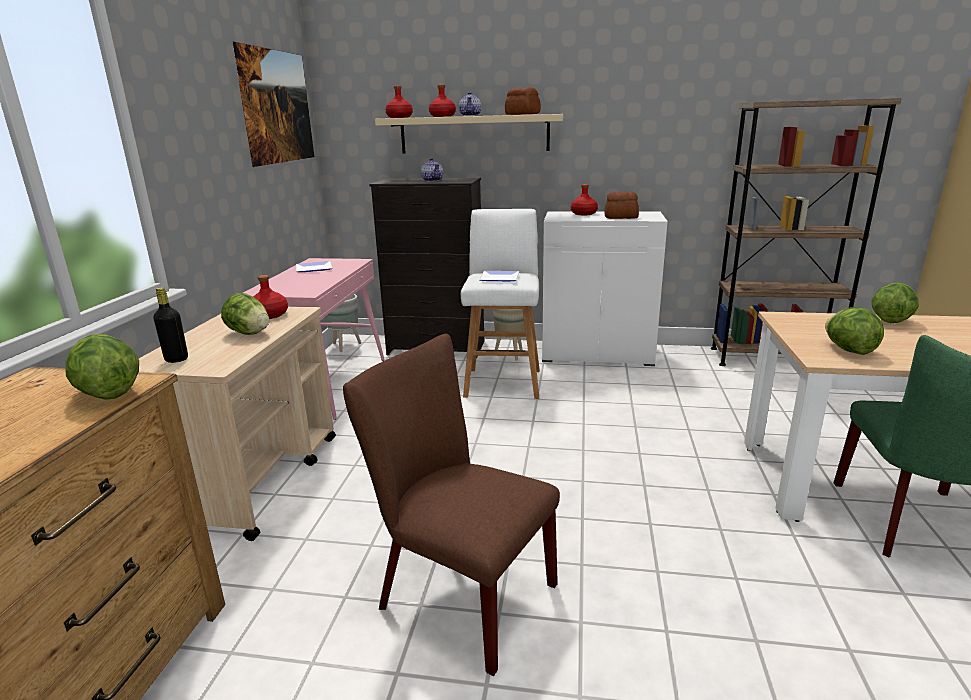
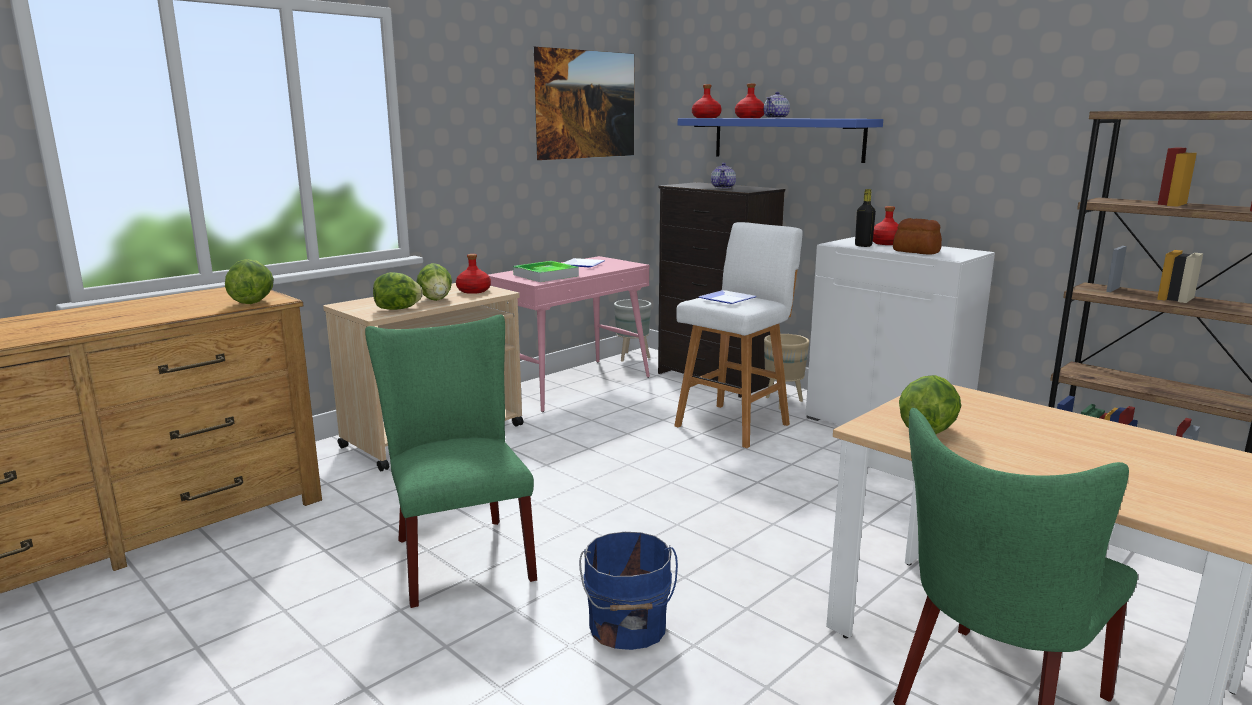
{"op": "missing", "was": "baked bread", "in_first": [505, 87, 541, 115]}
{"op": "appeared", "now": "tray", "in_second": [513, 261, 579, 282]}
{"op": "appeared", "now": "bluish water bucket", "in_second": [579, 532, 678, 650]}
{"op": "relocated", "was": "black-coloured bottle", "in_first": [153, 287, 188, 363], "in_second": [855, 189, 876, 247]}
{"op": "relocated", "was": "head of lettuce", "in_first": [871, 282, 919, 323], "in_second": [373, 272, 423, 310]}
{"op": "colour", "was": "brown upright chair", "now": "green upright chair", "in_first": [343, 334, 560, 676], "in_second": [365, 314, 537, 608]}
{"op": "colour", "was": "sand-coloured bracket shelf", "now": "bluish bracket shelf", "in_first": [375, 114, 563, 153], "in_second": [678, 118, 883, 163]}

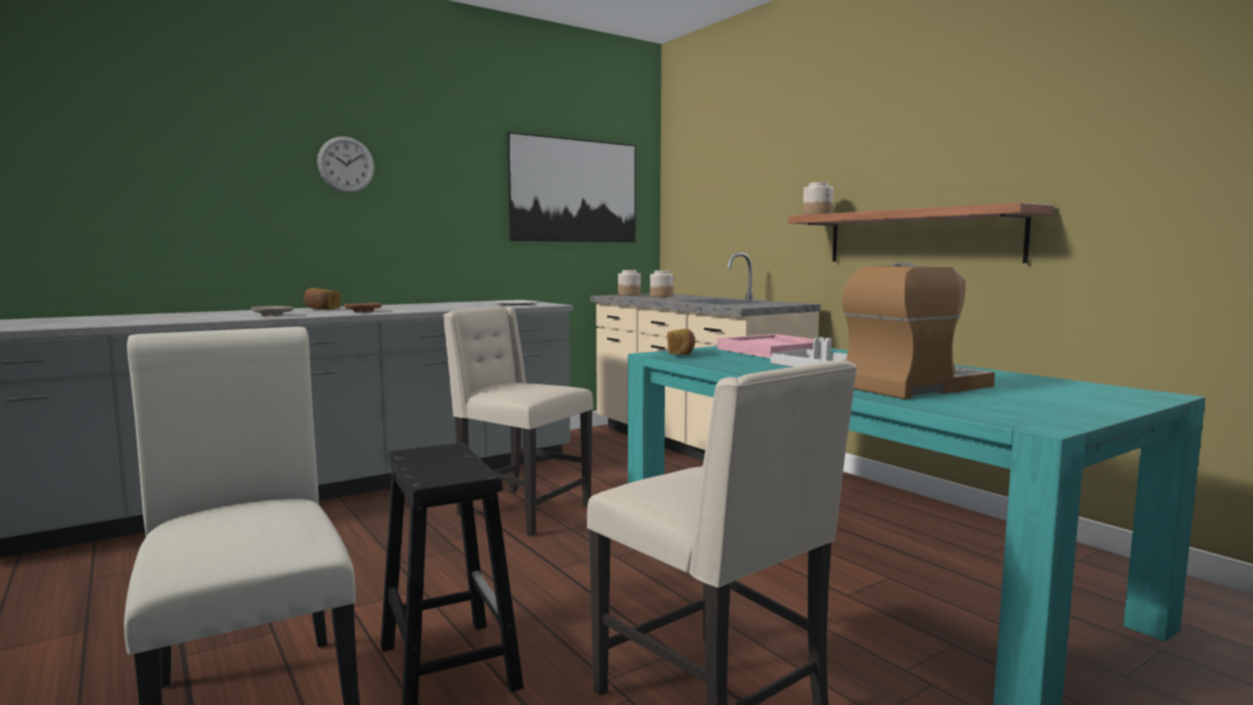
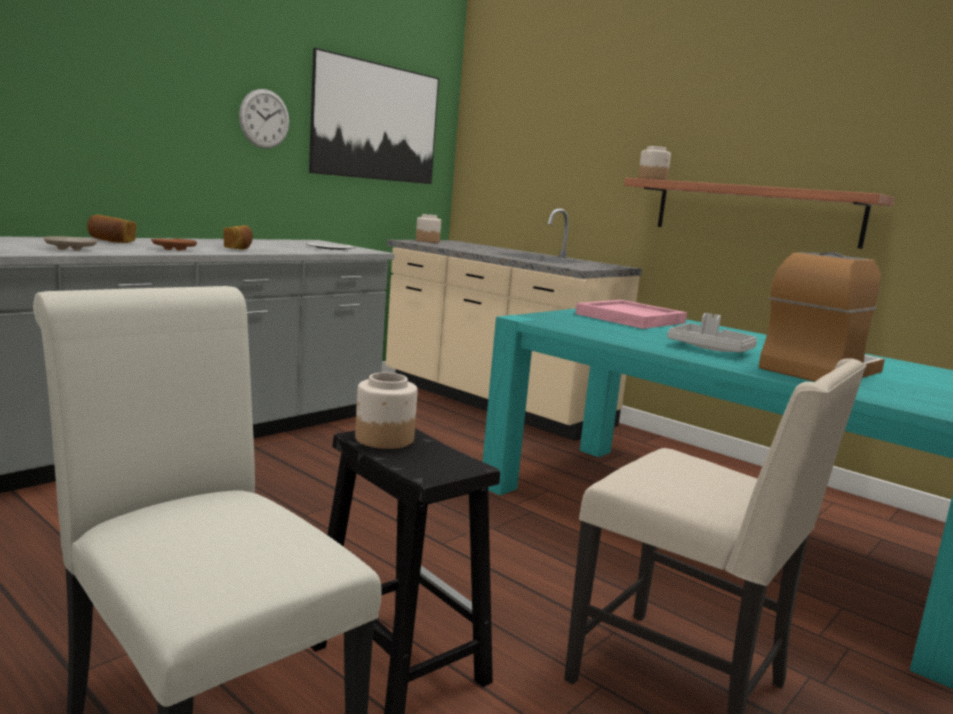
{"op": "missing", "was": "sand-coloured upright chair", "in_first": [443, 307, 593, 536]}
{"op": "relocated", "was": "wall clock", "in_first": [317, 136, 375, 193], "in_second": [239, 89, 289, 149]}
{"op": "relocated", "was": "jar", "in_first": [650, 270, 674, 297], "in_second": [355, 372, 418, 449]}
{"op": "relocated", "was": "baked bread", "in_first": [667, 329, 695, 355], "in_second": [223, 225, 253, 250]}

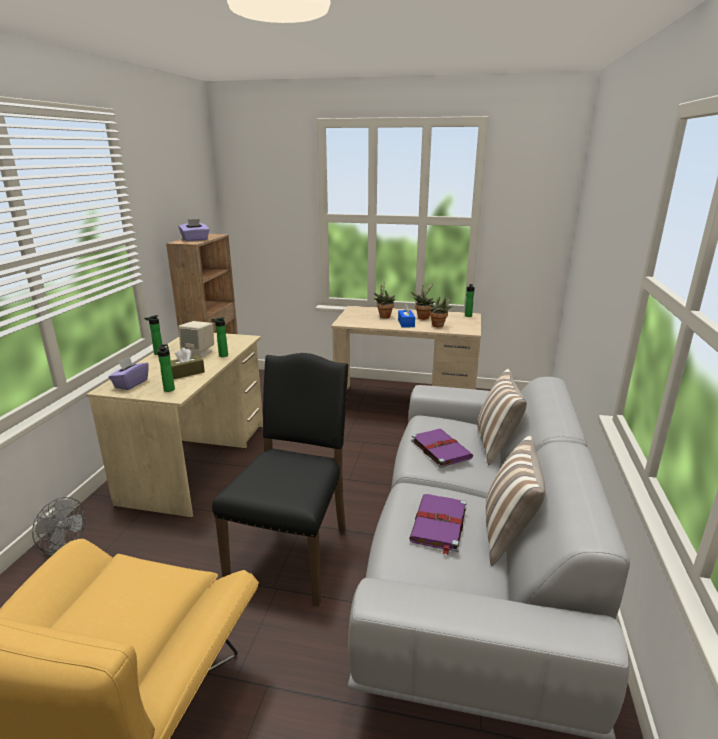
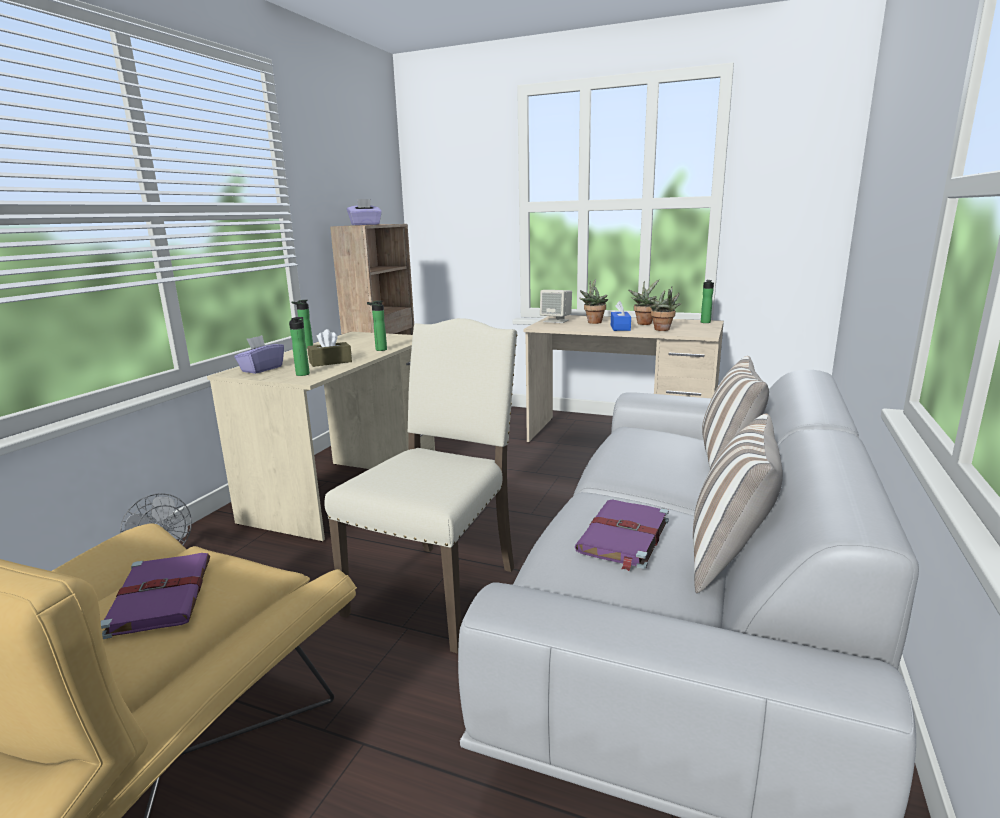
{"op": "relocated", "was": "sand-coloured speaker", "in_first": [178, 321, 214, 357], "in_second": [540, 290, 572, 323]}
{"op": "relocated", "was": "purple volume", "in_first": [411, 429, 473, 468], "in_second": [101, 553, 210, 639]}
{"op": "colour", "was": "black-coloured upright chair", "now": "sand-coloured upright chair", "in_first": [212, 353, 349, 606], "in_second": [324, 318, 517, 654]}

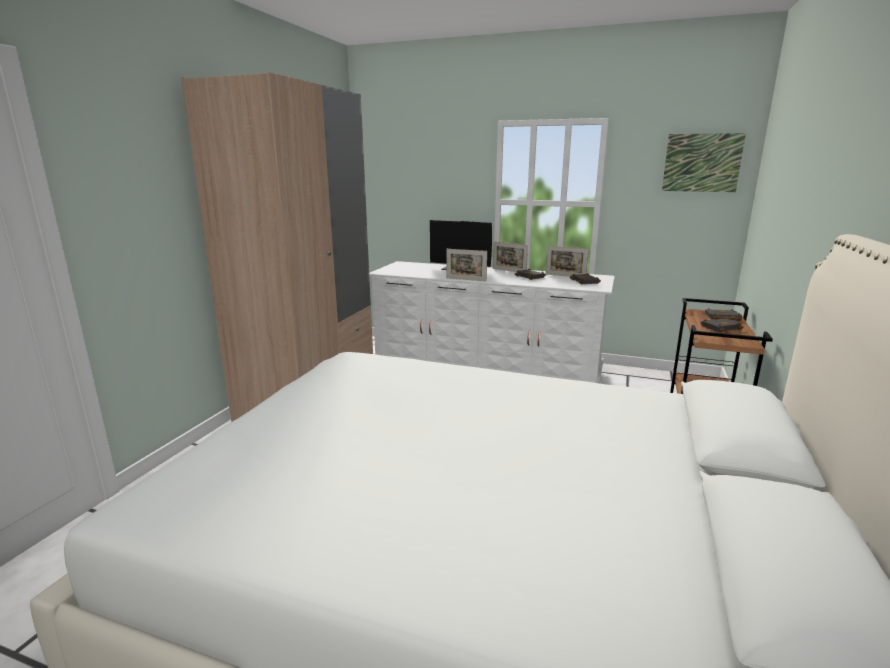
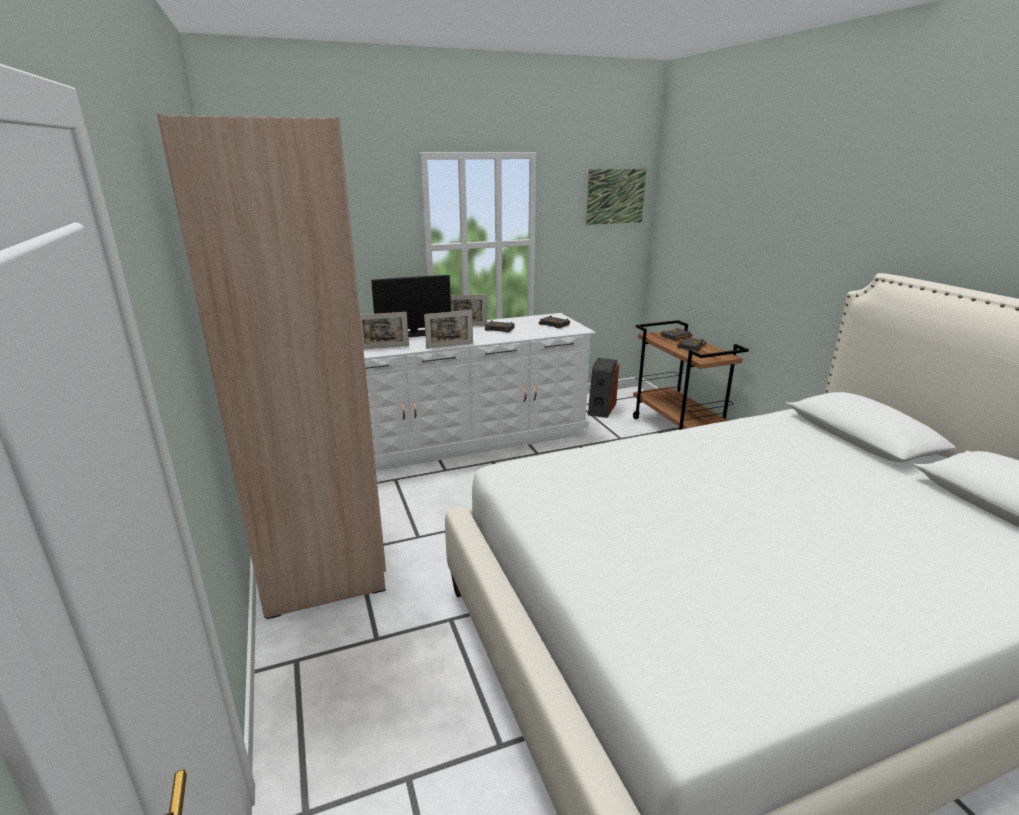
{"op": "appeared", "now": "speaker", "in_second": [588, 358, 619, 418]}
{"op": "relocated", "was": "standing frame", "in_first": [546, 246, 589, 277], "in_second": [360, 312, 409, 349]}

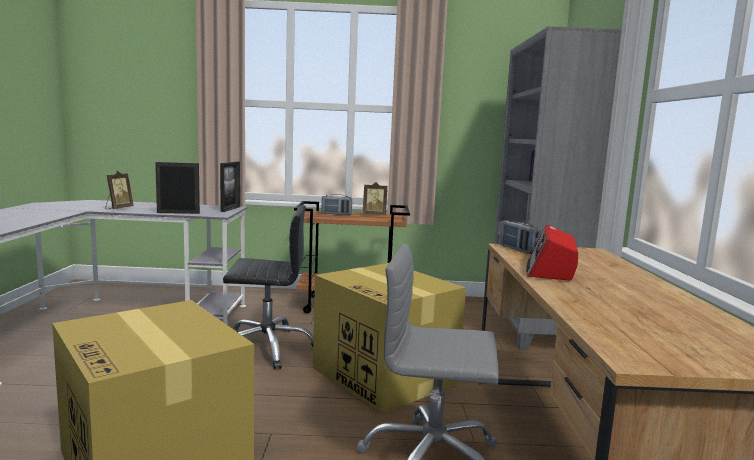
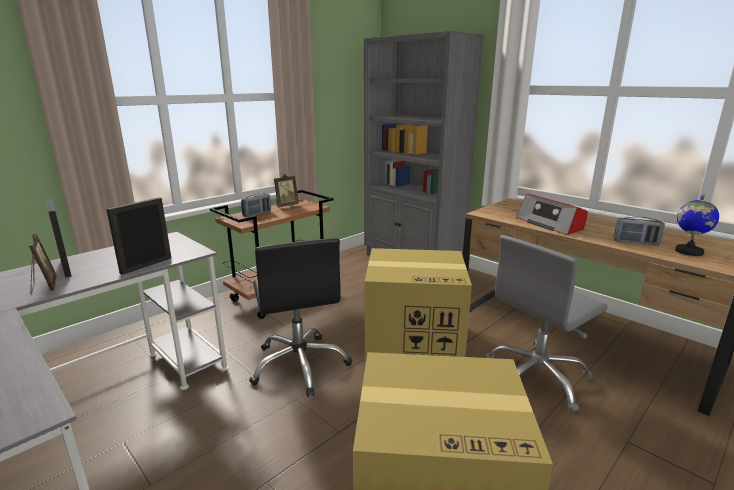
{"op": "appeared", "now": "globe", "in_second": [675, 195, 719, 256]}
{"op": "relocated", "was": "standing frame", "in_first": [220, 161, 240, 212], "in_second": [46, 199, 72, 278]}
{"op": "relocated", "was": "radio set", "in_first": [500, 220, 541, 254], "in_second": [614, 217, 665, 245]}
{"op": "spun", "was": "black-coloured office chair", "in_first": [223, 205, 313, 369], "in_second": [249, 238, 352, 397], "clockwise": 120}

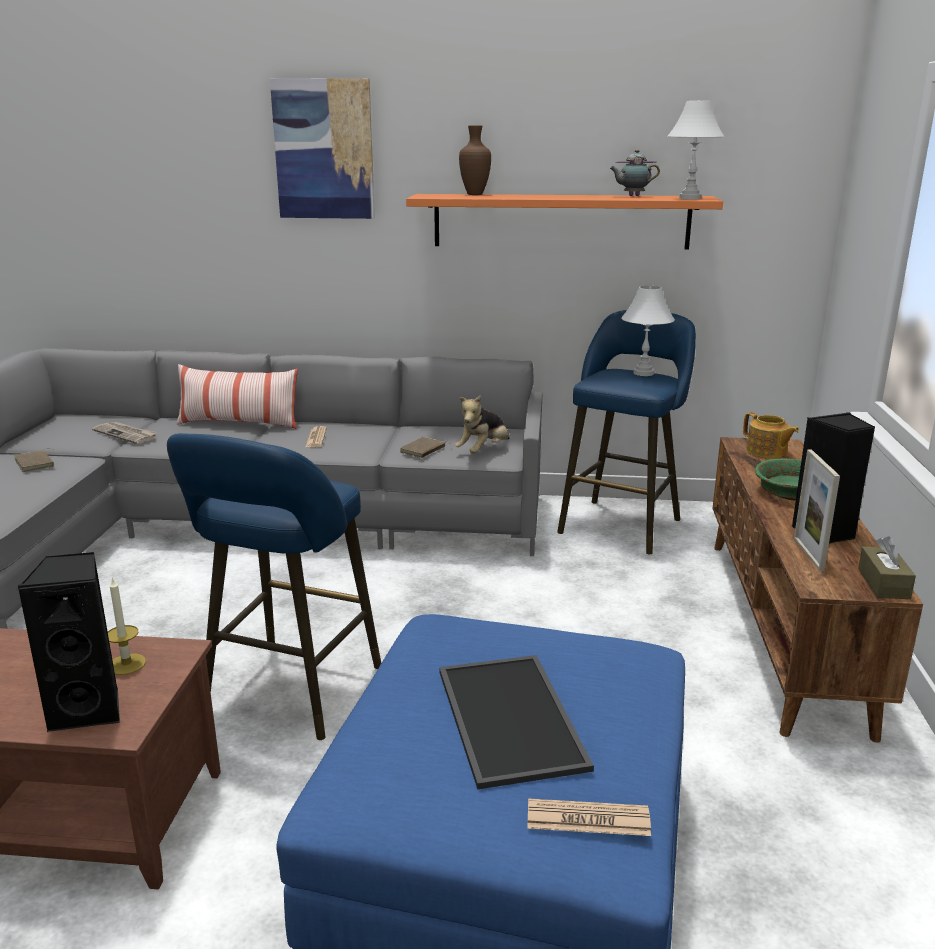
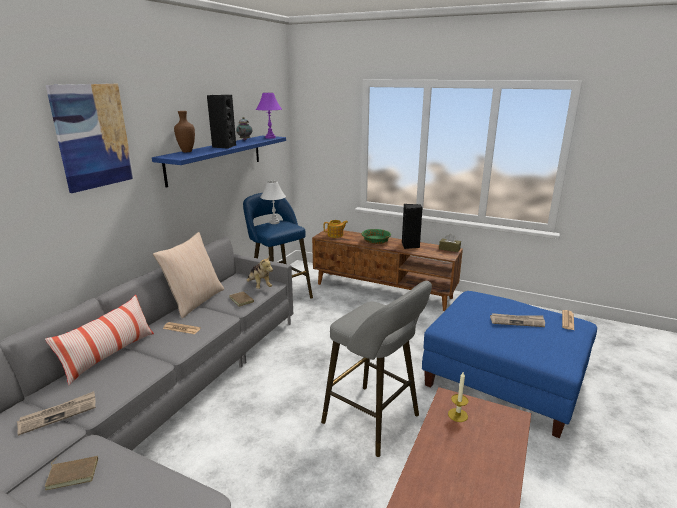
{"op": "missing", "was": "standing frame", "in_first": [794, 450, 840, 571]}
{"op": "appeared", "now": "sand-coloured pillow", "in_second": [153, 232, 224, 319]}
{"op": "relocated", "was": "black-coloured speaker", "in_first": [16, 552, 120, 732], "in_second": [207, 95, 236, 149]}
{"op": "exchanged", "was": "tray", "now": "printed paper", "in_first": [439, 655, 594, 790], "in_second": [490, 313, 545, 327]}
{"op": "colour", "was": "bluish sitting stool", "now": "gray sitting stool", "in_first": [167, 433, 381, 740], "in_second": [321, 281, 432, 457]}
{"op": "colour", "was": "orangey bracket shelf", "now": "bluish bracket shelf", "in_first": [406, 194, 723, 250], "in_second": [152, 136, 286, 188]}
{"op": "colour", "was": "whitish tabletop lamp", "now": "purple tabletop lamp", "in_first": [667, 100, 724, 199], "in_second": [256, 93, 282, 139]}

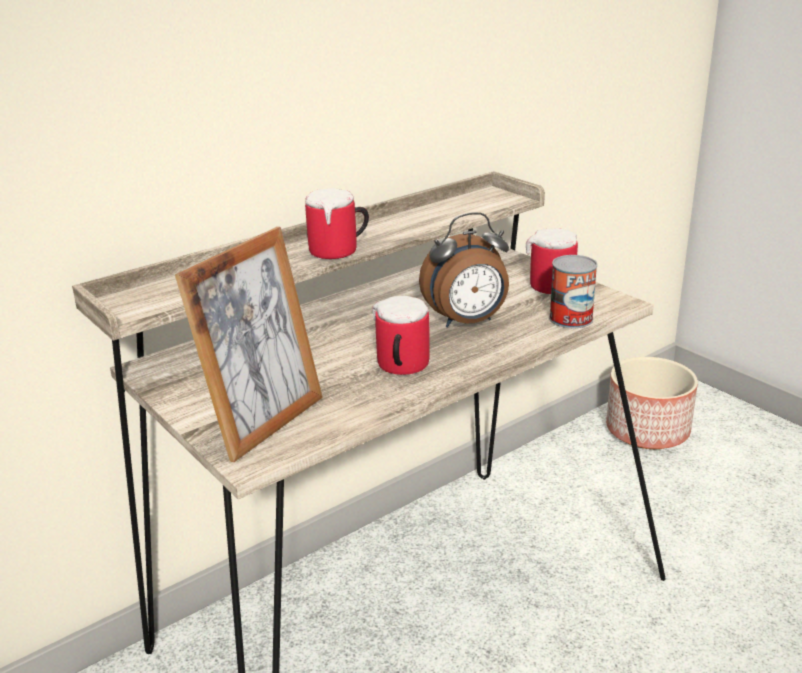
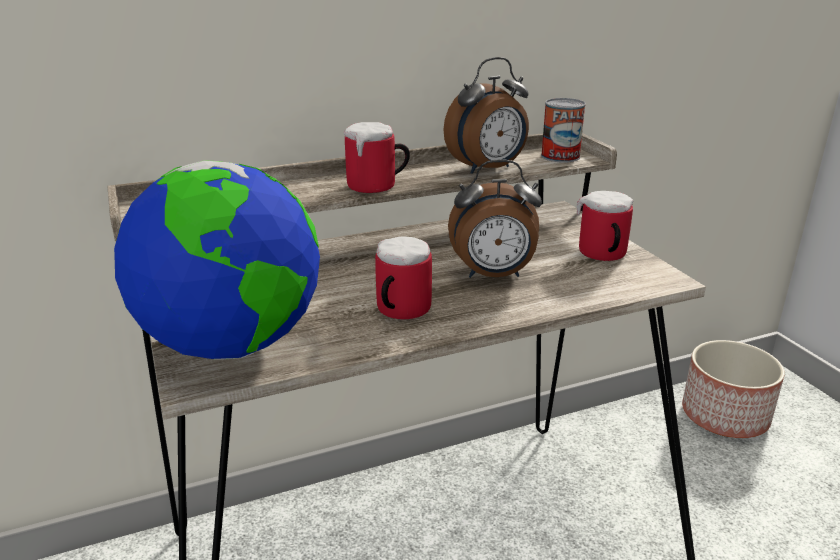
{"op": "appeared", "now": "bedside clock", "in_second": [443, 57, 529, 174]}
{"op": "relocated", "was": "metal can", "in_first": [549, 255, 598, 328], "in_second": [541, 98, 586, 163]}
{"op": "exchanged", "was": "standing frame", "now": "globe", "in_first": [175, 227, 323, 462], "in_second": [114, 160, 320, 359]}

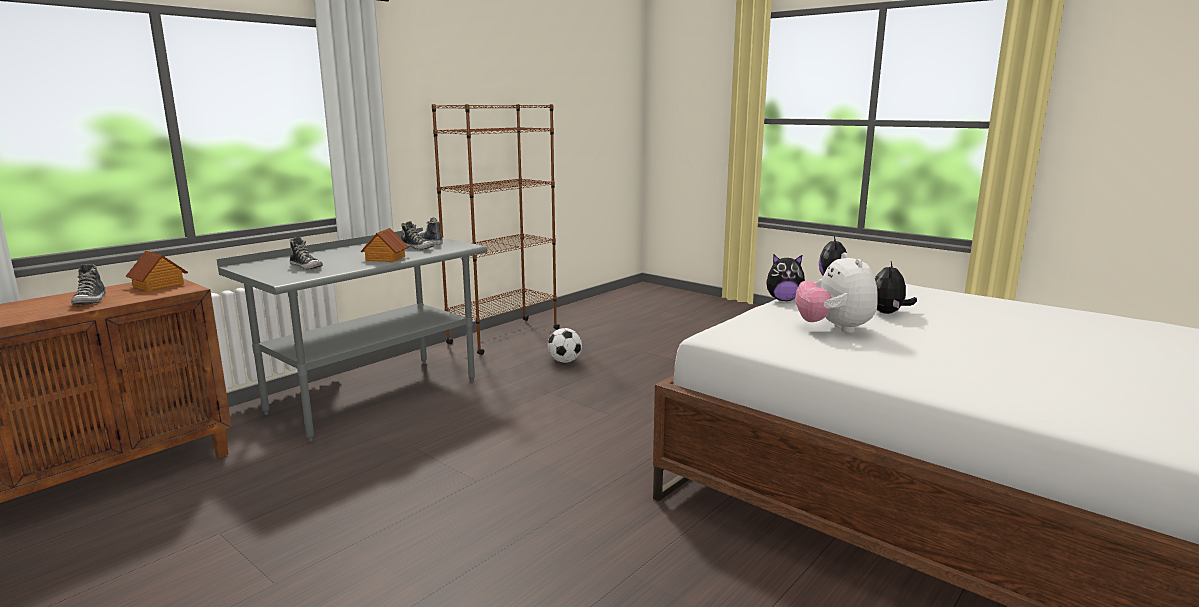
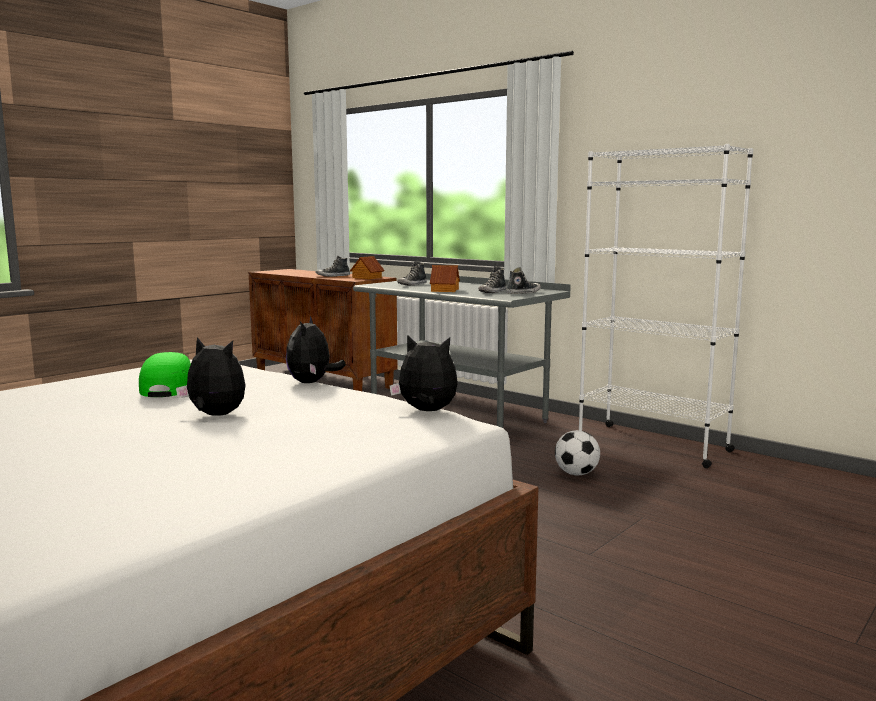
{"op": "exchanged", "was": "cuddly toy", "now": "green cap", "in_first": [795, 252, 878, 333], "in_second": [139, 352, 191, 397]}
{"op": "colour", "was": "brown bookshelf", "now": "whitish bookshelf", "in_first": [432, 104, 560, 355], "in_second": [579, 144, 753, 468]}

